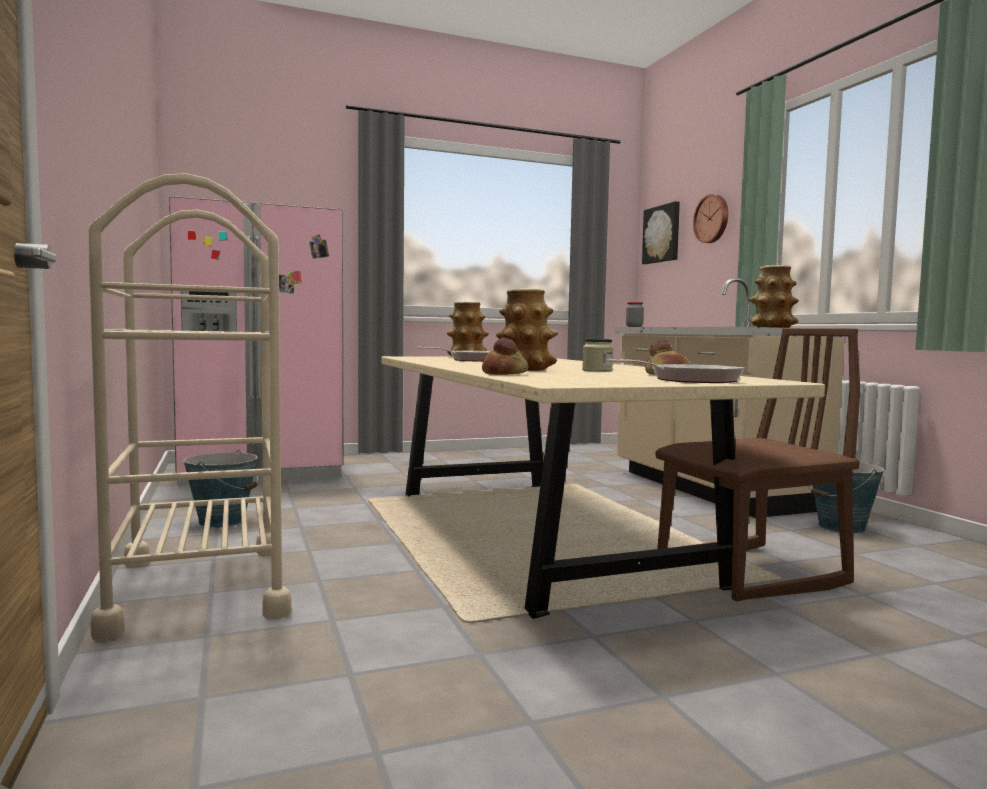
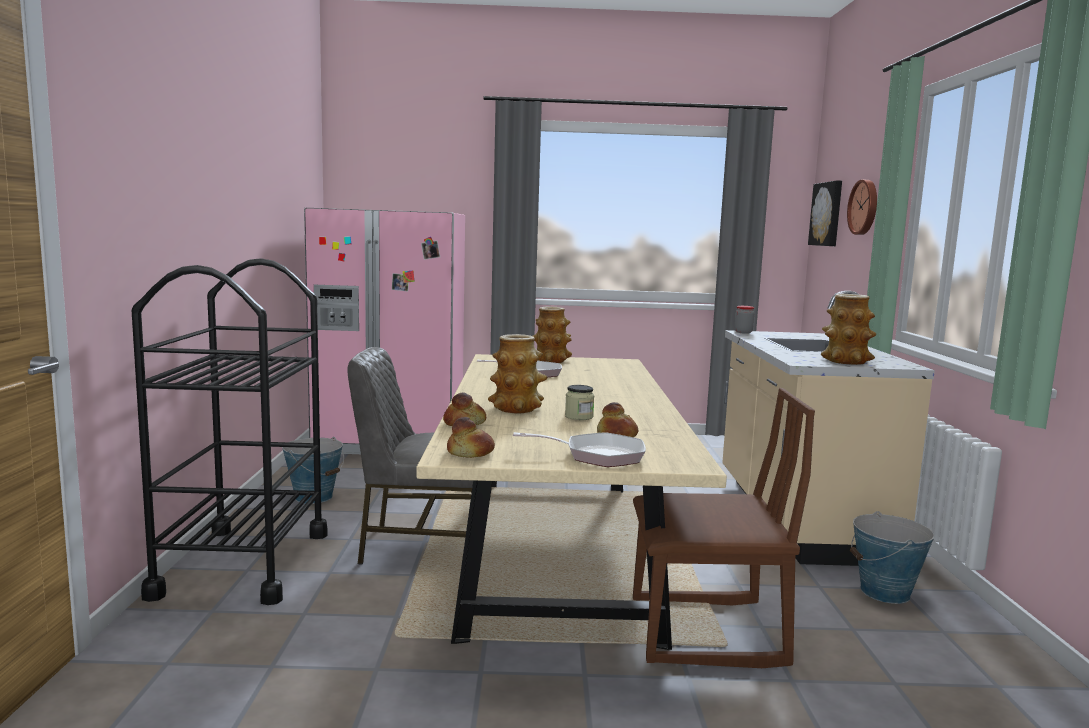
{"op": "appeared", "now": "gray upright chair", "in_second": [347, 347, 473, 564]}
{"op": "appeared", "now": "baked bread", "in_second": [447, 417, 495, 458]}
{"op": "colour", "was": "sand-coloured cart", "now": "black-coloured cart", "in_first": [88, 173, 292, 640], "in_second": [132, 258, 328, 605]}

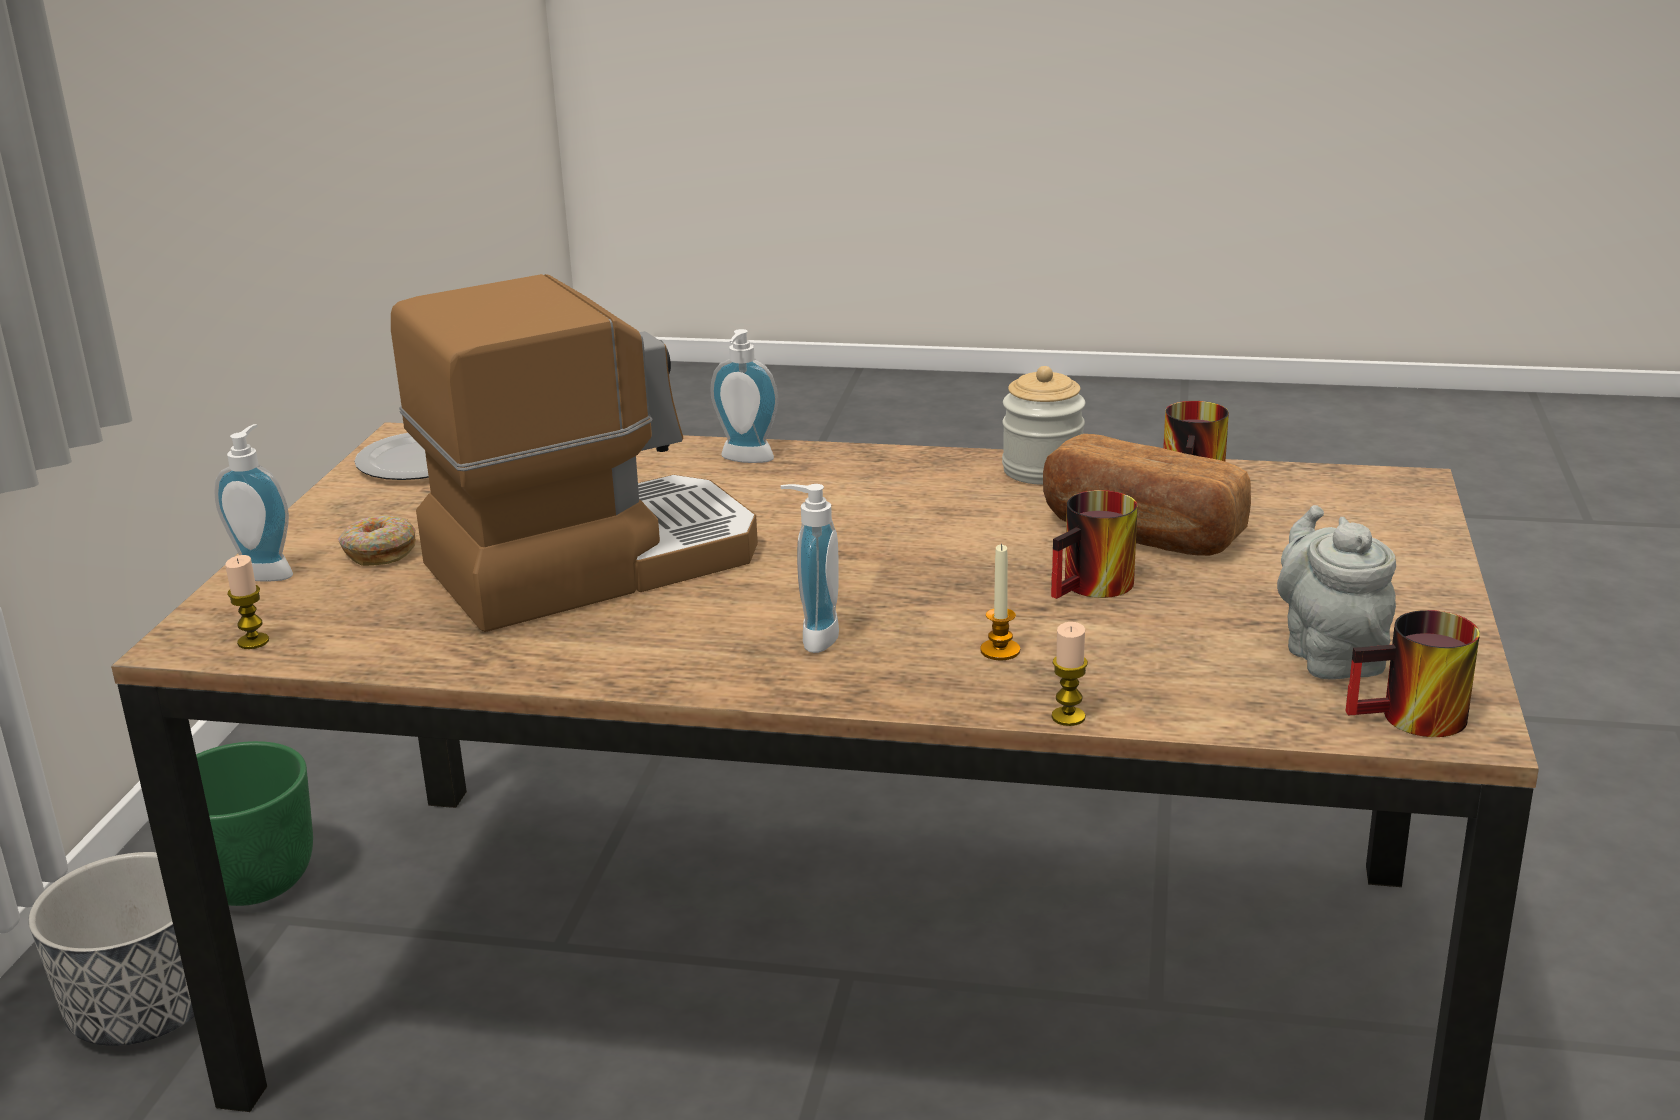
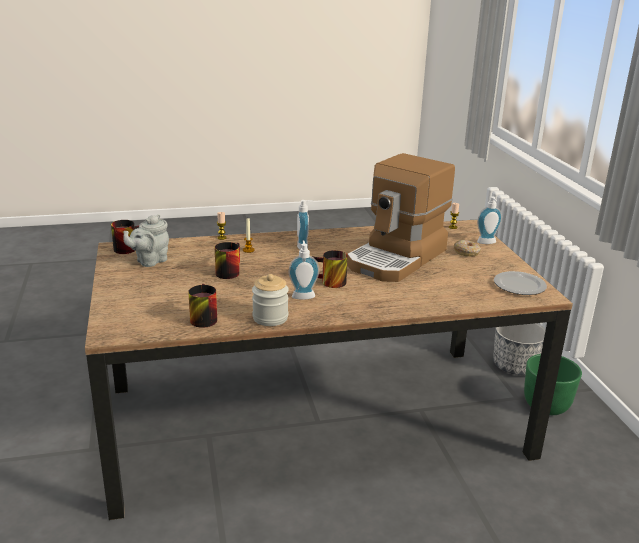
{"op": "missing", "was": "baked bread", "in_first": [1043, 434, 1251, 556]}
{"op": "appeared", "now": "mug", "in_second": [313, 250, 348, 288]}
{"op": "relocated", "was": "liquid soap bottle", "in_first": [710, 329, 778, 463], "in_second": [289, 240, 319, 300]}
{"op": "spun", "was": "gray pot for tea", "in_first": [1277, 505, 1396, 680], "in_second": [124, 214, 169, 267], "clockwise": 75}

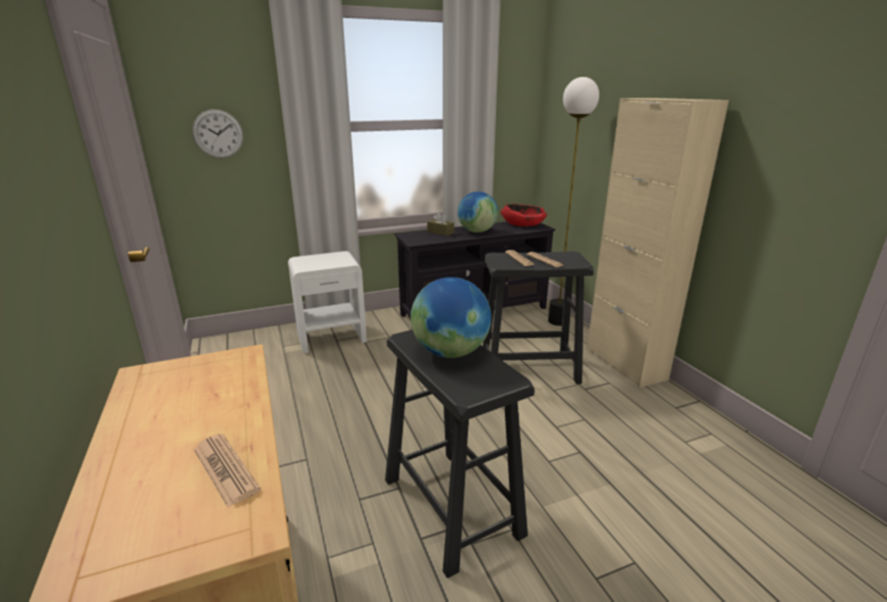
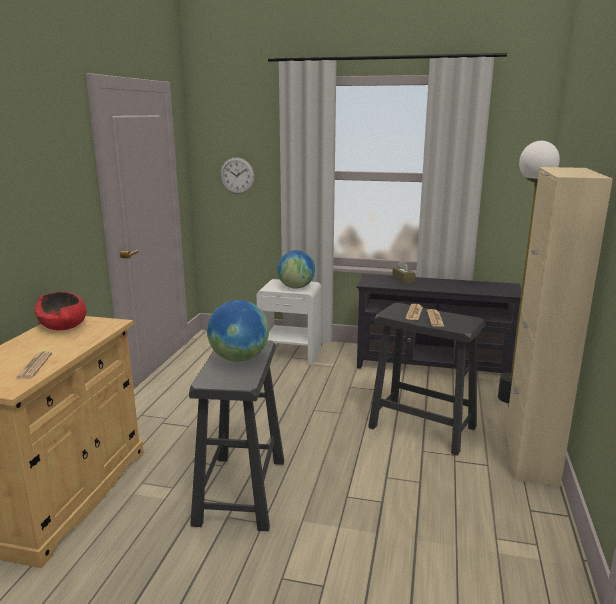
{"op": "relocated", "was": "globe", "in_first": [458, 192, 498, 233], "in_second": [277, 250, 315, 289]}
{"op": "relocated", "was": "red bowl", "in_first": [501, 204, 547, 226], "in_second": [35, 291, 86, 331]}

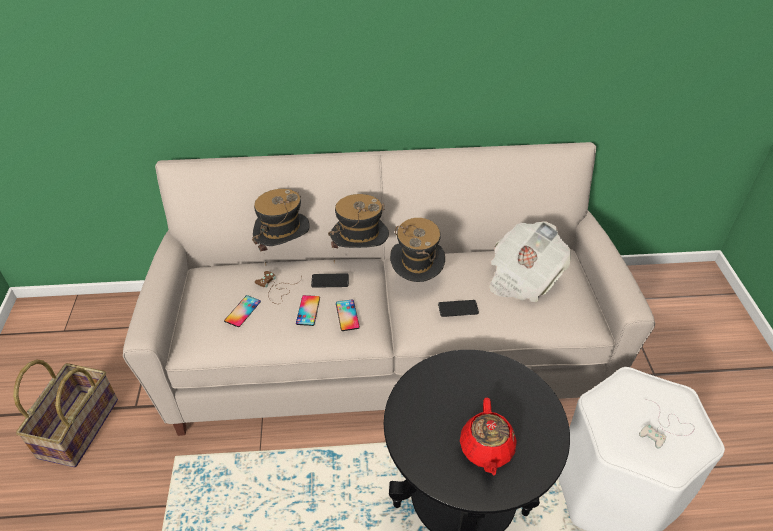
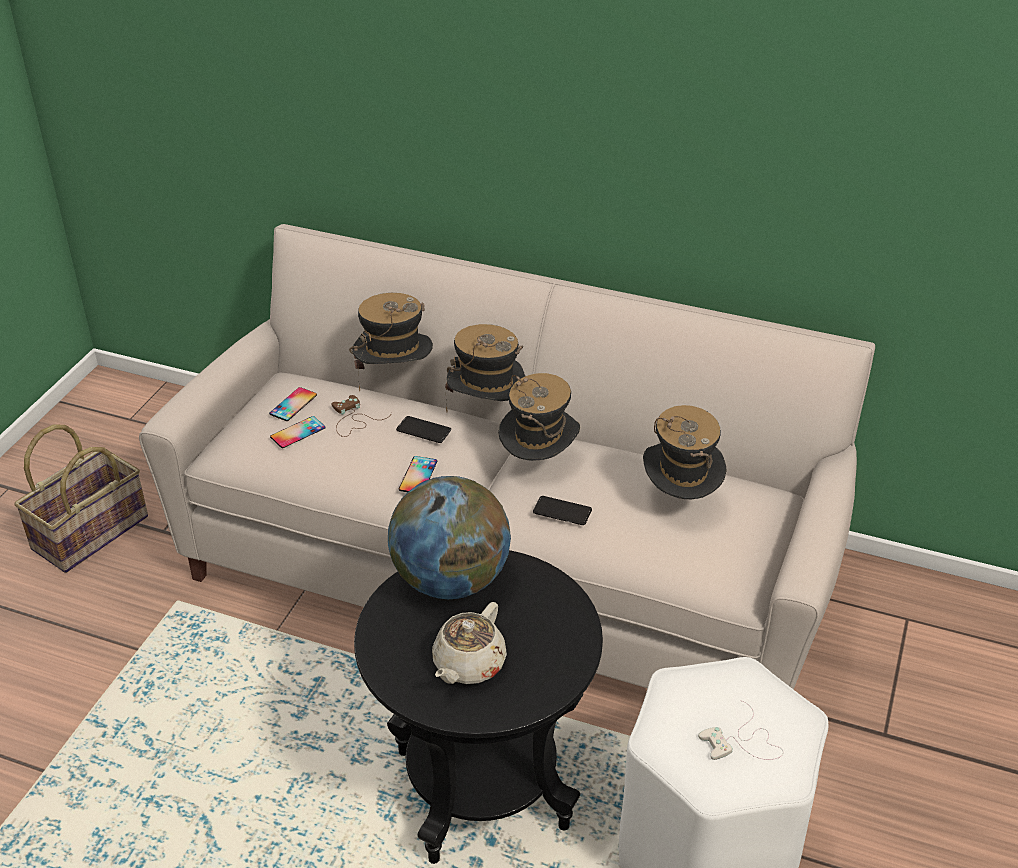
{"op": "appeared", "now": "globe", "in_second": [388, 476, 511, 599]}
{"op": "relocated", "was": "handset", "in_first": [296, 295, 320, 326], "in_second": [269, 387, 317, 421]}
{"op": "exchanged", "was": "printed paper", "now": "hat", "in_first": [489, 221, 571, 302], "in_second": [643, 405, 726, 499]}
{"op": "colour", "was": "red pot for tea", "now": "sand-coloured pot for tea", "in_first": [460, 398, 517, 475], "in_second": [432, 602, 507, 684]}

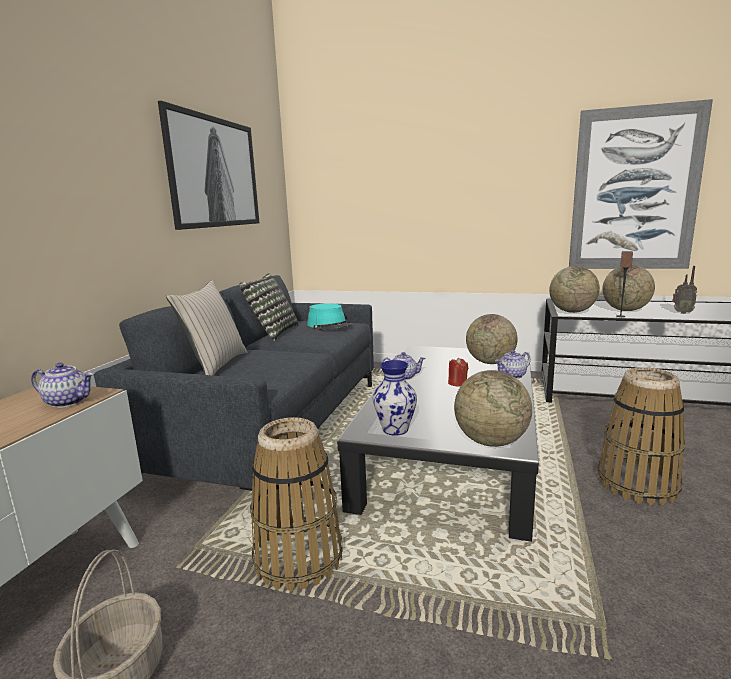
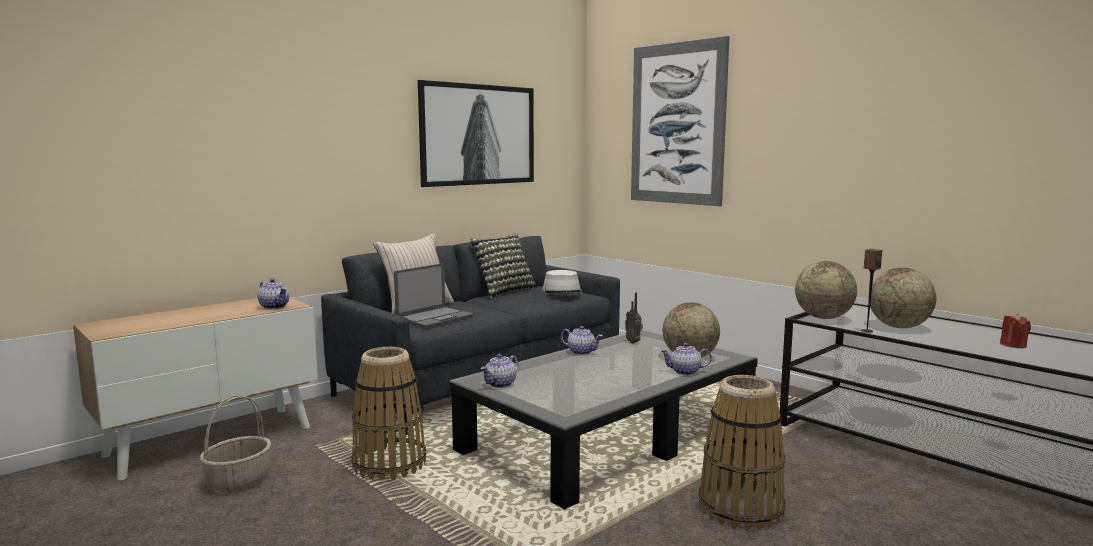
{"op": "missing", "was": "globe", "in_first": [454, 370, 532, 447]}
{"op": "appeared", "now": "laptop", "in_second": [394, 263, 475, 327]}
{"op": "relocated", "was": "red wax candle", "in_first": [448, 358, 468, 387], "in_second": [1000, 313, 1031, 348]}
{"op": "relocated", "was": "wall art", "in_first": [569, 99, 713, 269], "in_second": [631, 36, 730, 206]}
{"op": "relocated", "was": "radio set", "in_first": [672, 266, 697, 314], "in_second": [625, 292, 643, 344]}
{"op": "exchanged", "was": "flower vase", "now": "pot for tea", "in_first": [373, 360, 417, 436], "in_second": [481, 354, 519, 388]}
{"op": "colour", "was": "turquoise hat", "now": "gray hat", "in_first": [307, 303, 352, 330], "in_second": [542, 270, 582, 296]}

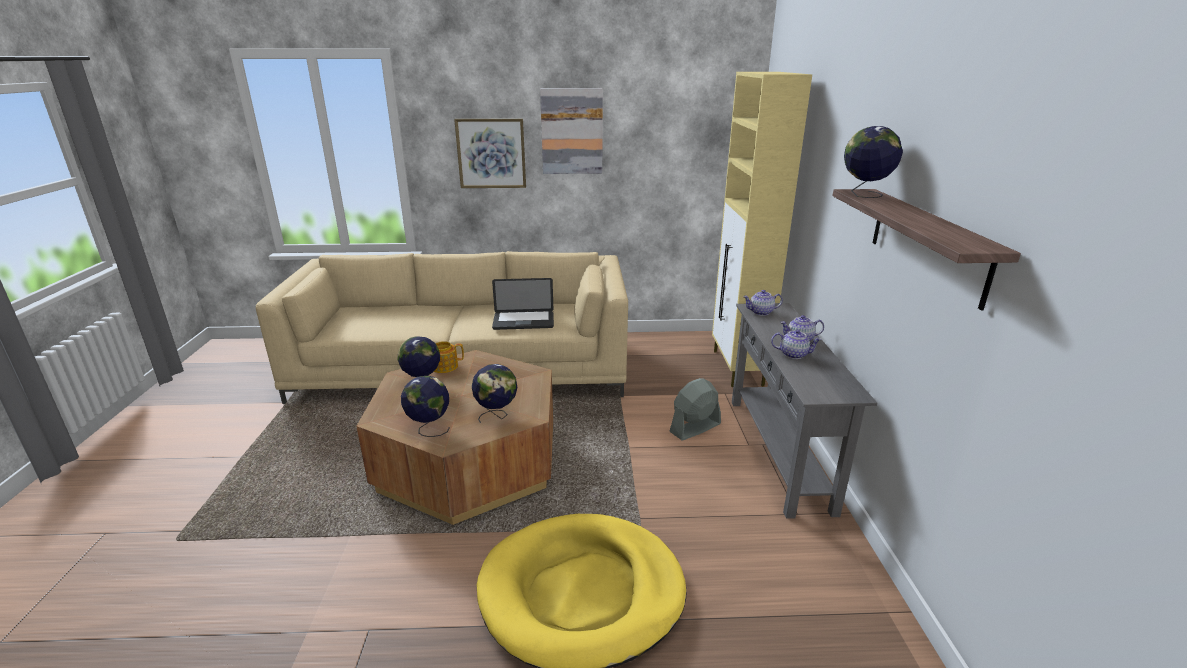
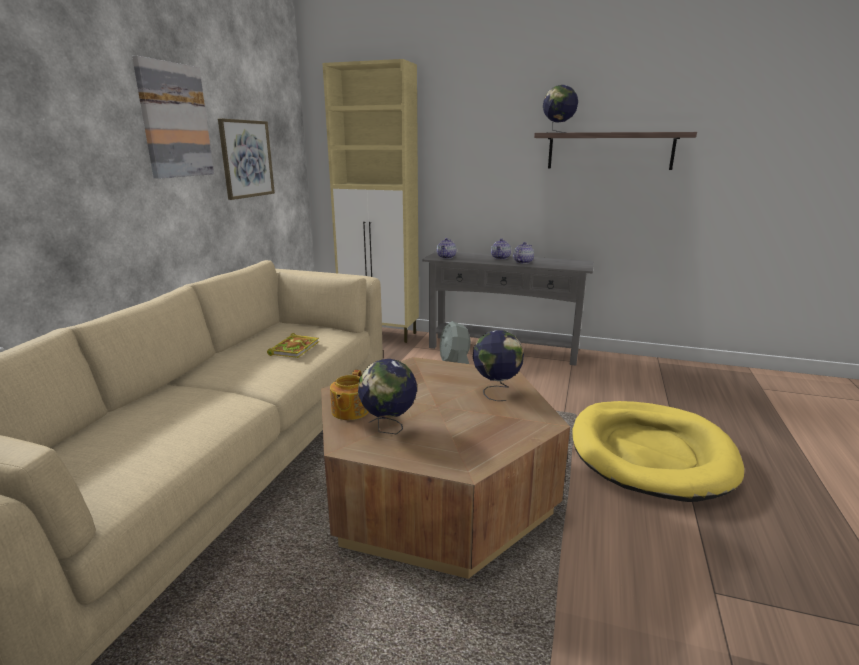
{"op": "missing", "was": "globe", "in_first": [401, 376, 450, 437]}
{"op": "relocated", "was": "wall art", "in_first": [454, 119, 526, 188], "in_second": [218, 118, 275, 200]}
{"op": "exchanged", "was": "laptop", "now": "volume", "in_first": [492, 278, 554, 330], "in_second": [267, 333, 319, 358]}

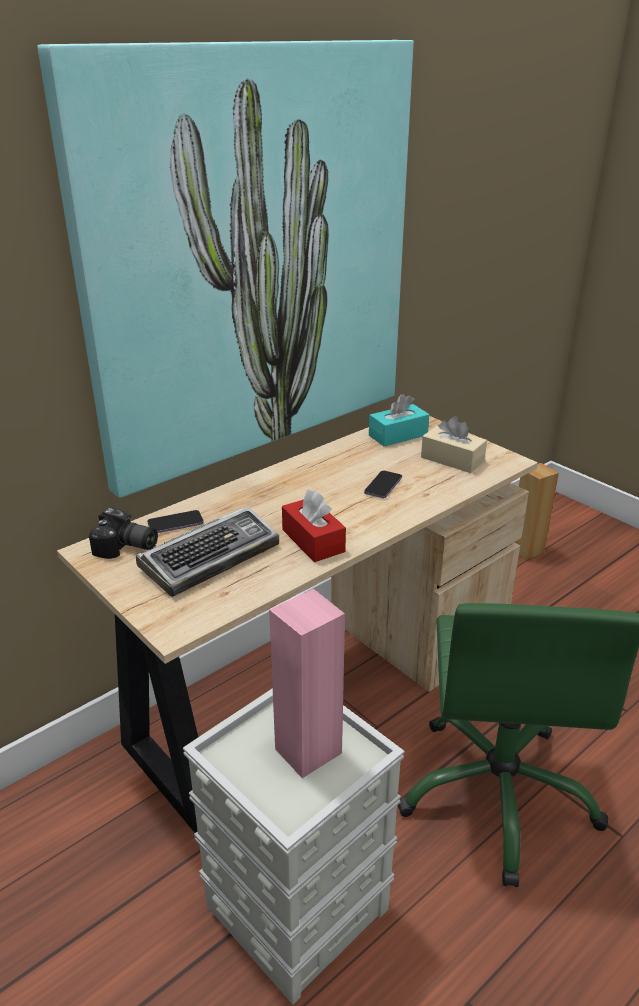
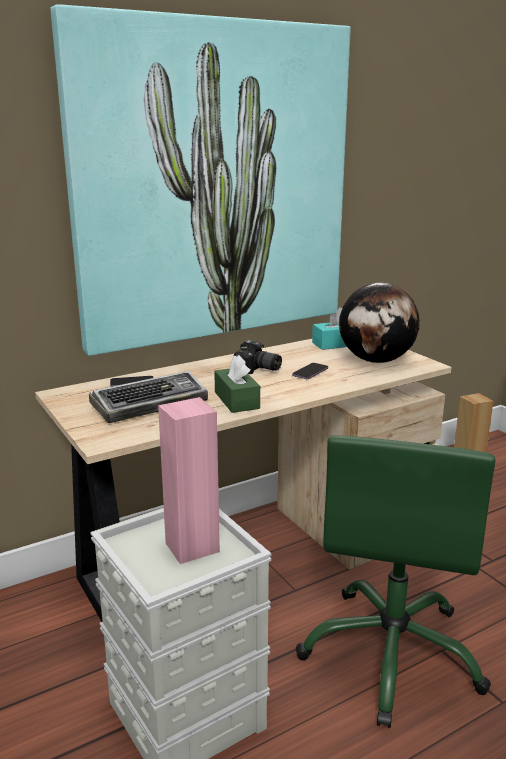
{"op": "relocated", "was": "photo camera", "in_first": [89, 508, 158, 559], "in_second": [233, 340, 282, 374]}
{"op": "exchanged", "was": "sand-coloured tissue holder", "now": "globe", "in_first": [421, 416, 487, 473], "in_second": [339, 283, 420, 363]}
{"op": "colour", "was": "red tissue holder", "now": "green tissue holder", "in_first": [282, 490, 346, 562], "in_second": [214, 355, 260, 413]}

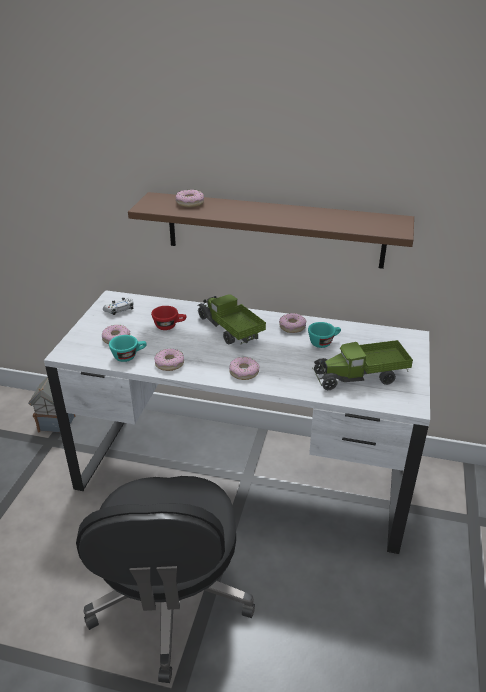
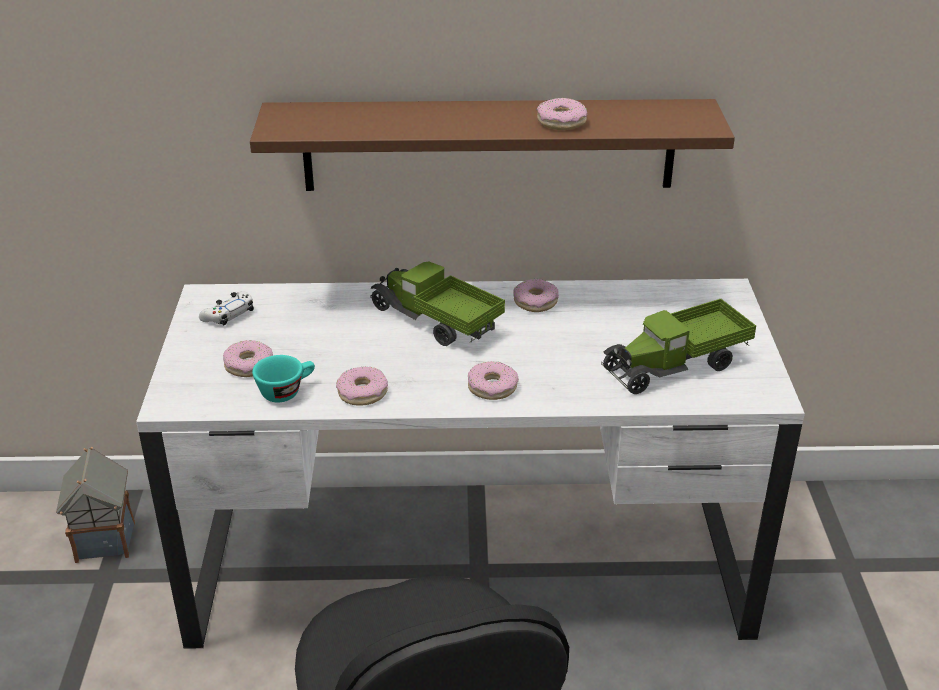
{"op": "missing", "was": "red drinking cup", "in_first": [151, 306, 186, 330]}
{"op": "missing", "was": "turquoise drinking cup", "in_first": [308, 322, 341, 348]}
{"op": "relocated", "was": "ring doughnut", "in_first": [176, 190, 204, 207], "in_second": [536, 98, 587, 130]}

